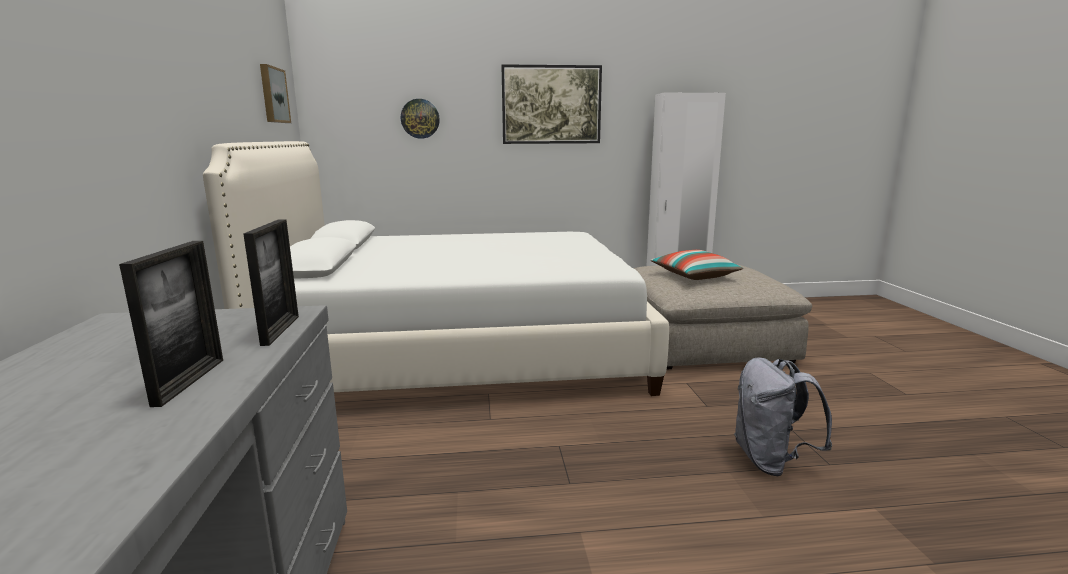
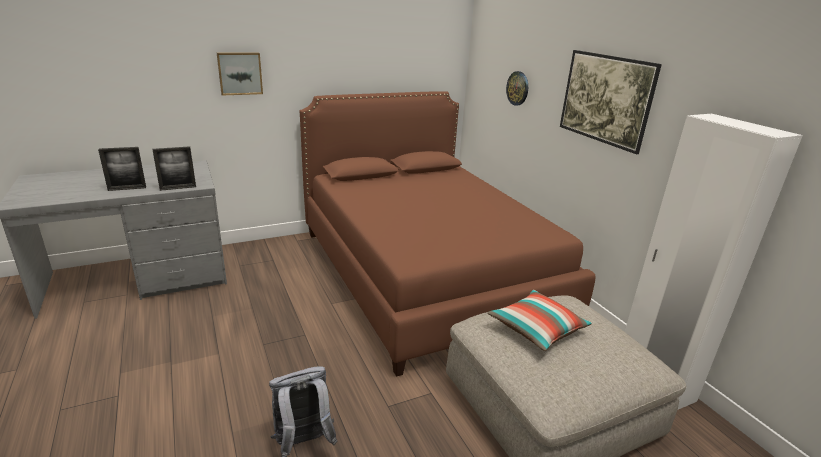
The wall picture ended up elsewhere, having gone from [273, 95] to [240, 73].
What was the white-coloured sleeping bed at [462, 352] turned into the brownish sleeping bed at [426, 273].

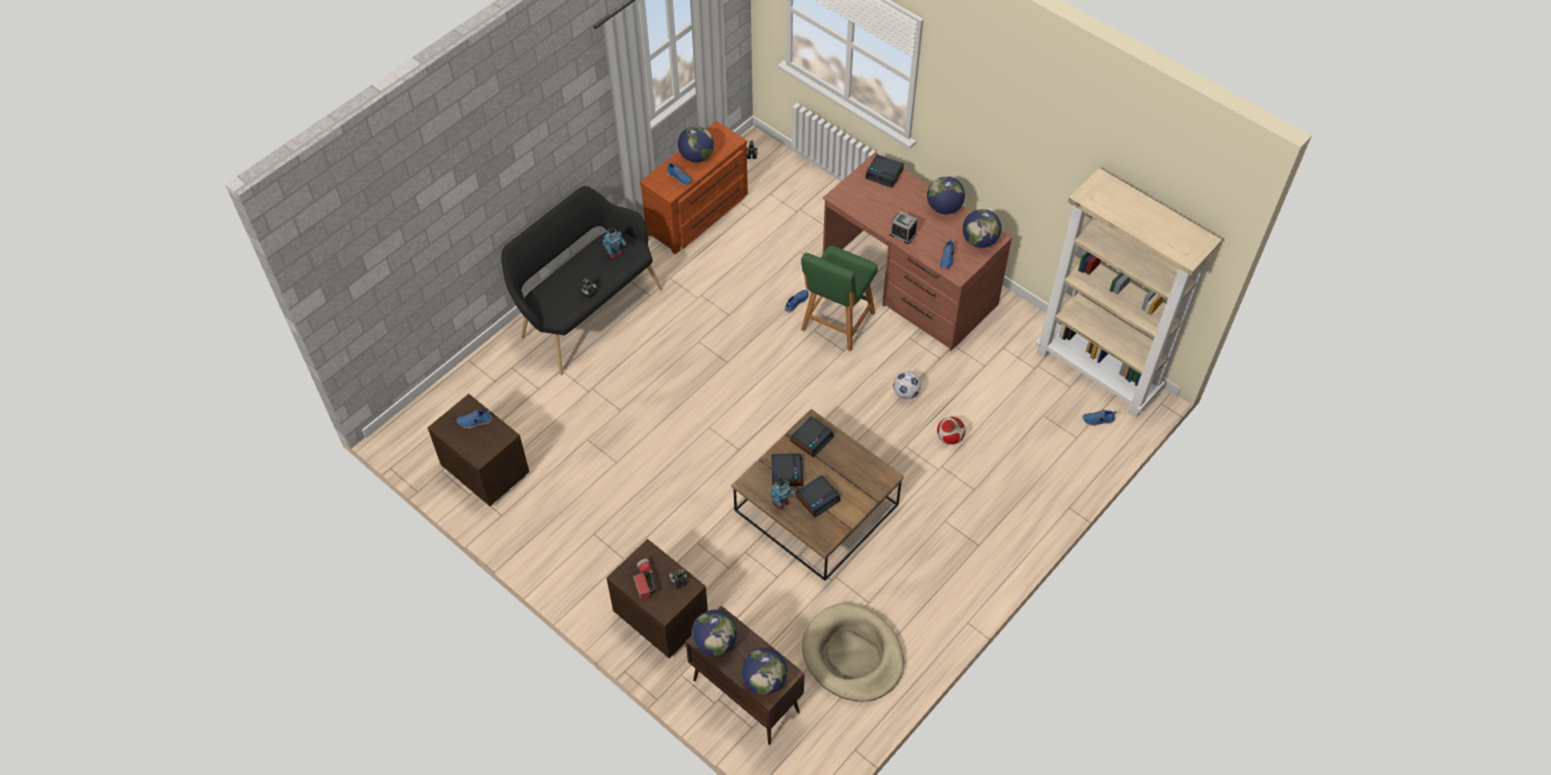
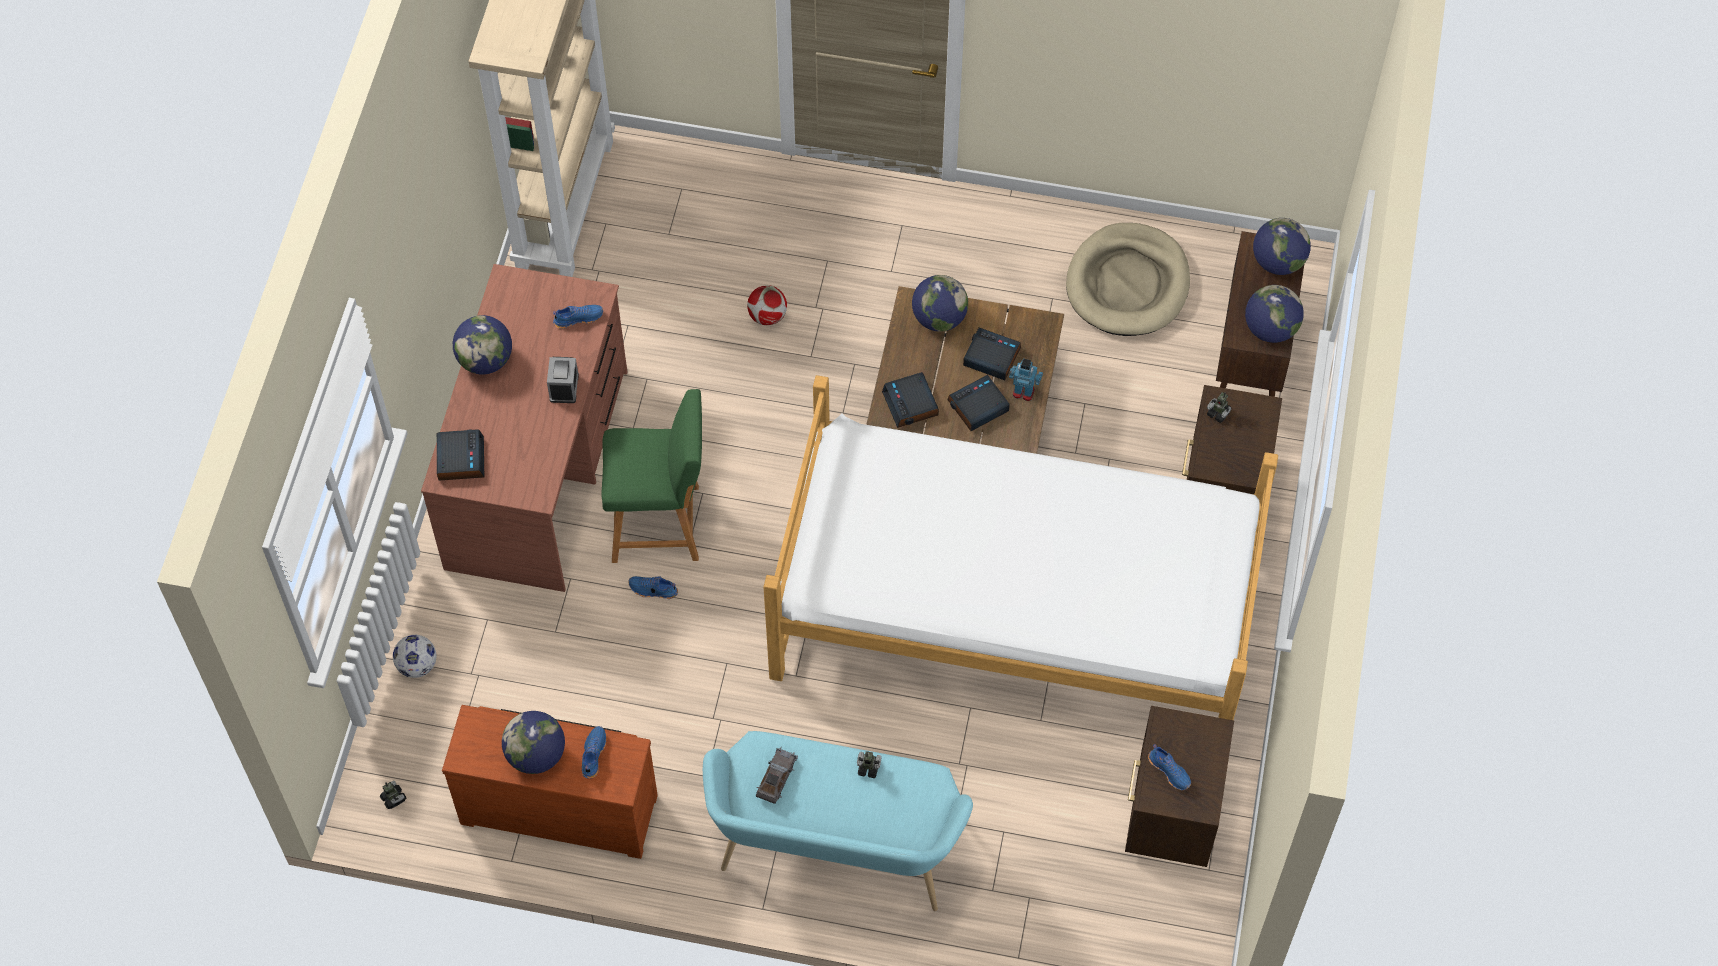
The football ball ended up elsewhere, having gone from [905, 392] to [417, 665].
What was the blackish indoor bench at [586, 311] turned into the blue-green indoor bench at [835, 853].
Where the model robot stood at [614, 253], the gray toy car came to stand at [777, 777].
The second view gained the sleeping bed at [1015, 616].
The alarm clock at [811, 439] ended up facing another way, 120 degrees counterclockwise from before.
The desk globe ended up elsewhere, having gone from [979, 241] to [939, 318].
The second view lost the flashlight at [645, 581].
The second view lost the blue-coloured low shoe at [1098, 420].

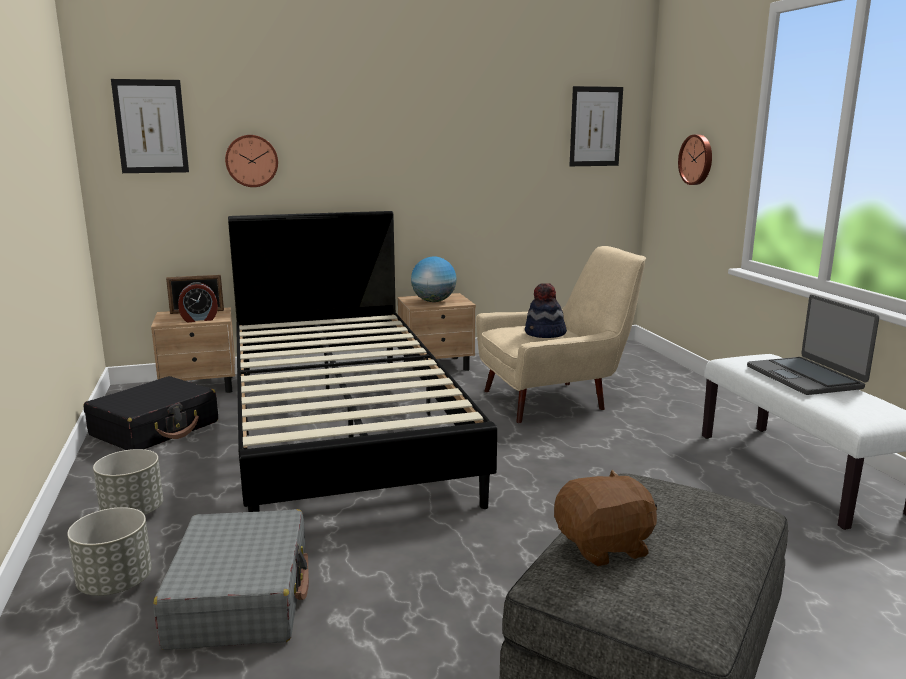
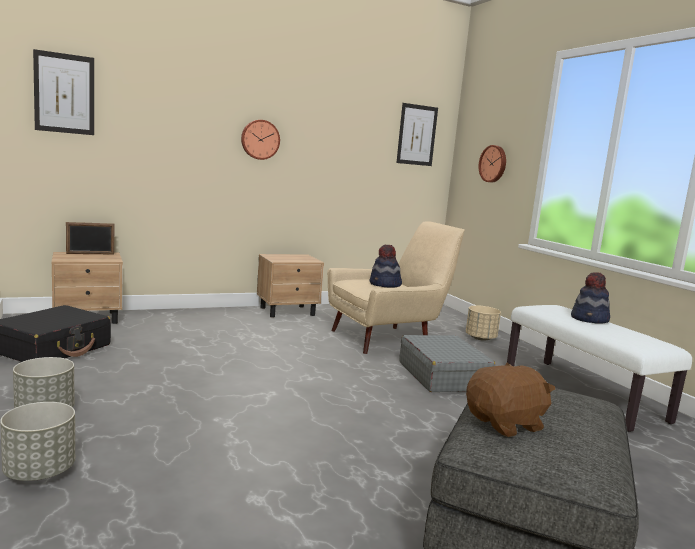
The hanging clock ended up elsewhere, having gone from [251, 161] to [260, 139].
The gray travel case ended up elsewhere, having gone from [241, 597] to [442, 376].
The second view gained the beige flower pot at [480, 338].
Where the laptop stood at [805, 377], the hat came to stand at [590, 319].
The second view lost the alarm clock at [199, 319].
The second view lost the blackish sleeping bed at [341, 427].
The second view lost the desk globe at [434, 301].

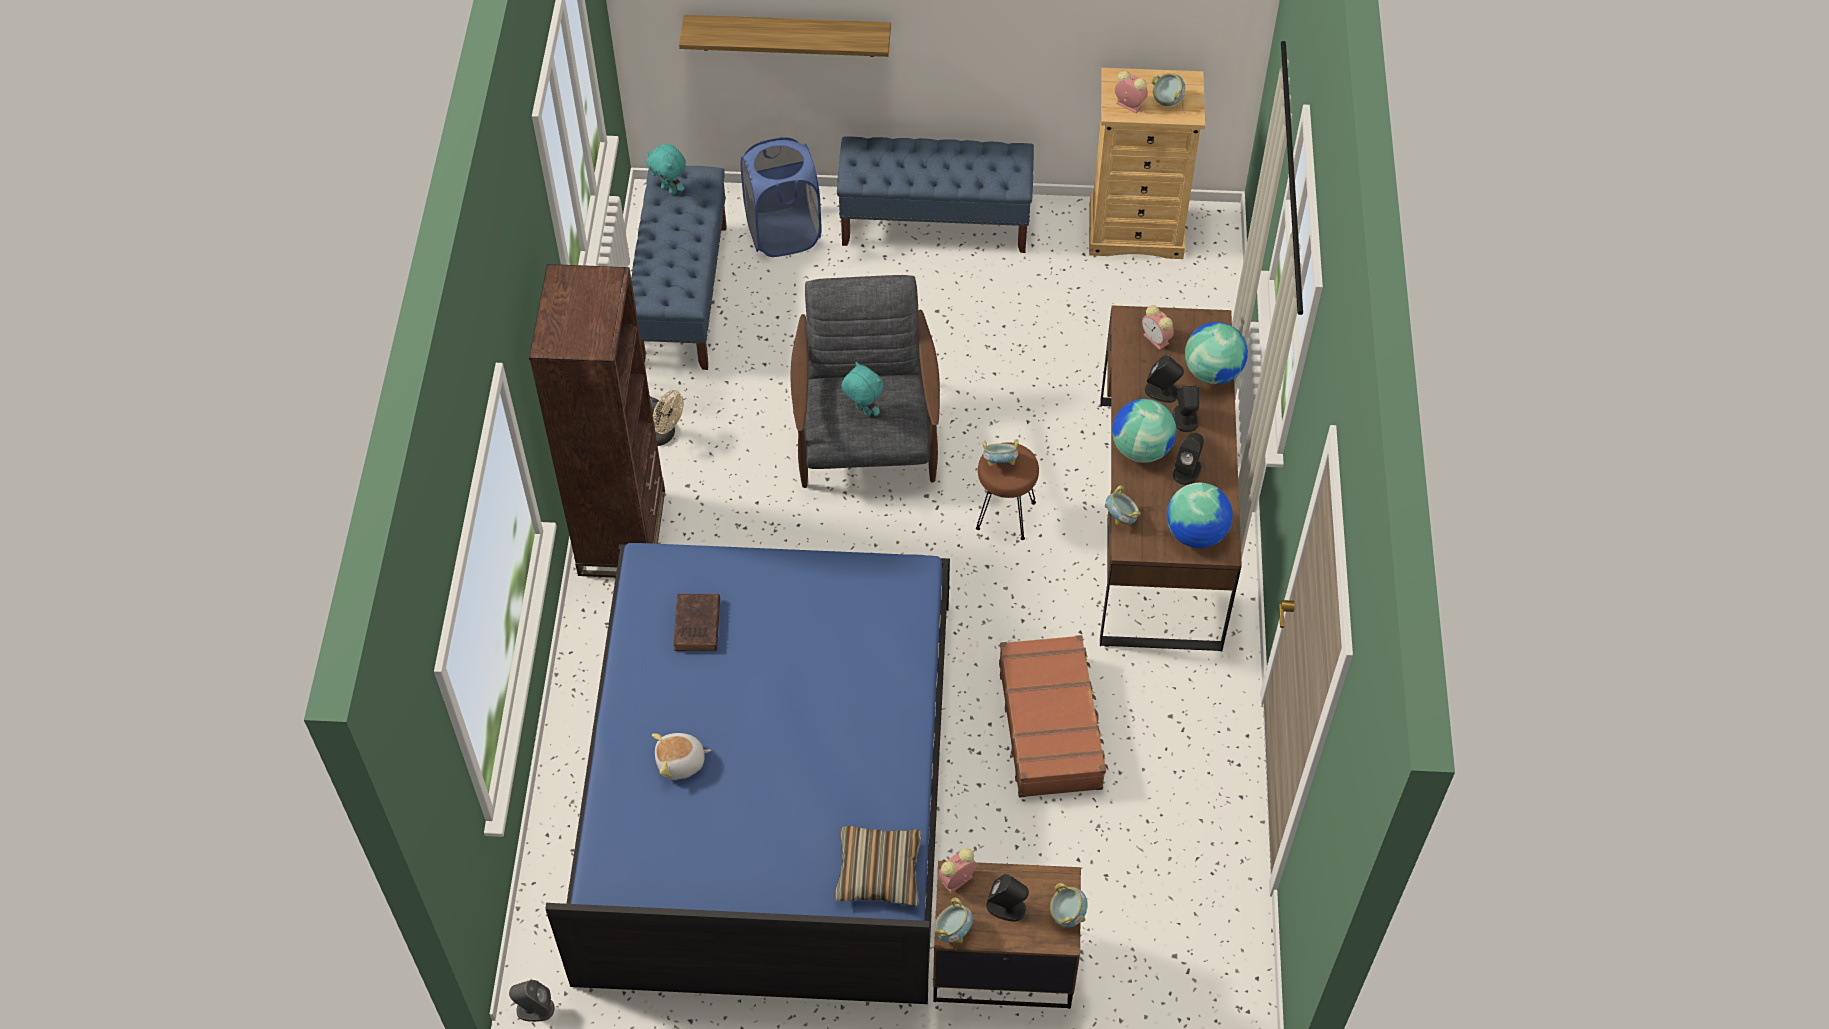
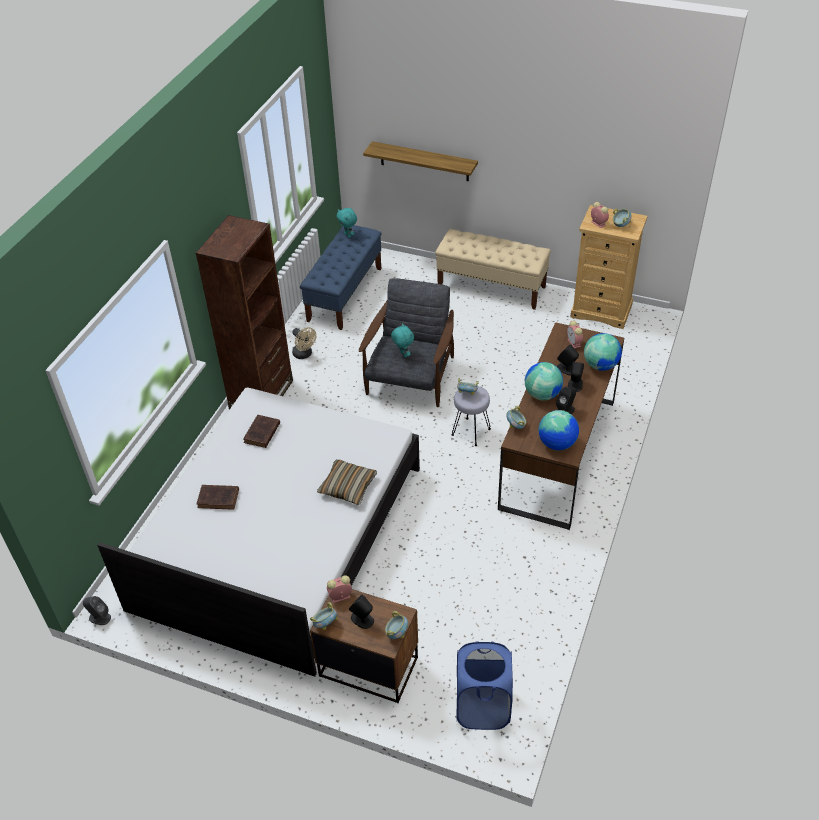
What was the blue-coloured sleeping bed at [770, 786] turned into the white-coloured sleeping bed at [280, 537].
Where the soft toy stood at [681, 763], the brownish volume came to stand at [219, 498].
The pillow ended up elsewhere, having gone from [878, 871] to [348, 487].
What was the blue-coloured indoor bench at [935, 223] turned into the beige indoor bench at [492, 287].
What was the brownish sitting stool at [1005, 515] turned into the gray sitting stool at [470, 431].
The blue-coloured laundry basket ended up elsewhere, having gone from [783, 233] to [482, 707].
The second view lost the brownish travel case at [1051, 725].

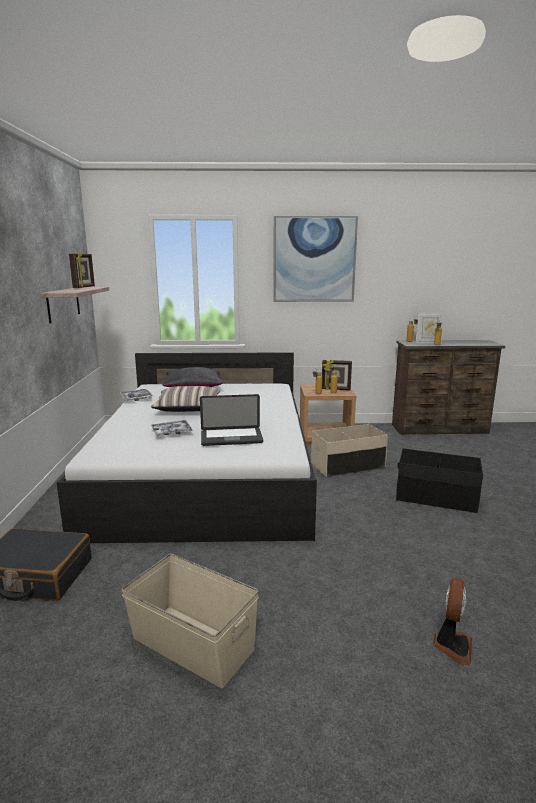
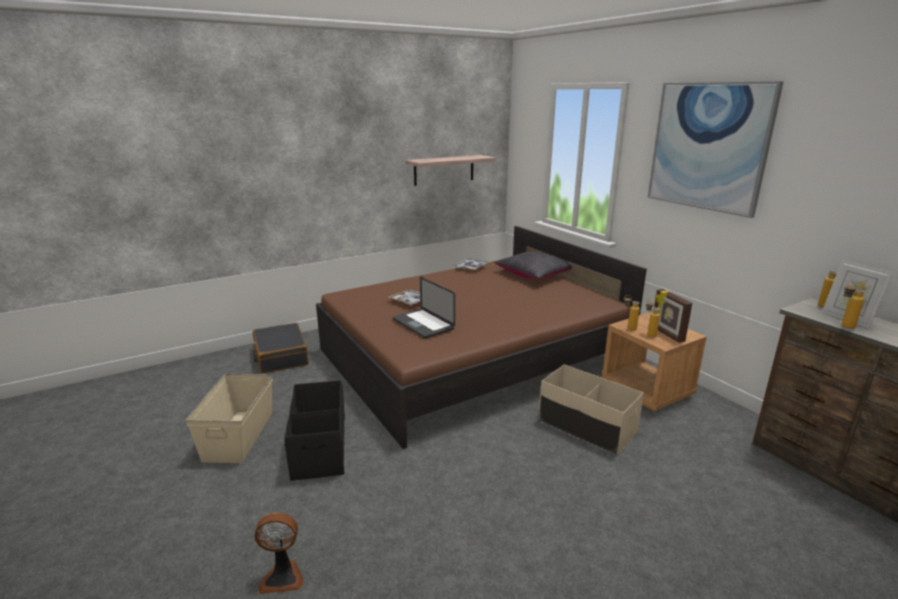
The blackish storage bin ended up elsewhere, having gone from [436, 498] to [319, 448].
What was the white-coloured sleeping bed at [206, 472] turned into the brownish sleeping bed at [472, 356].
The second view lost the photo frame at [84, 287].
The second view lost the pillow at [188, 407].

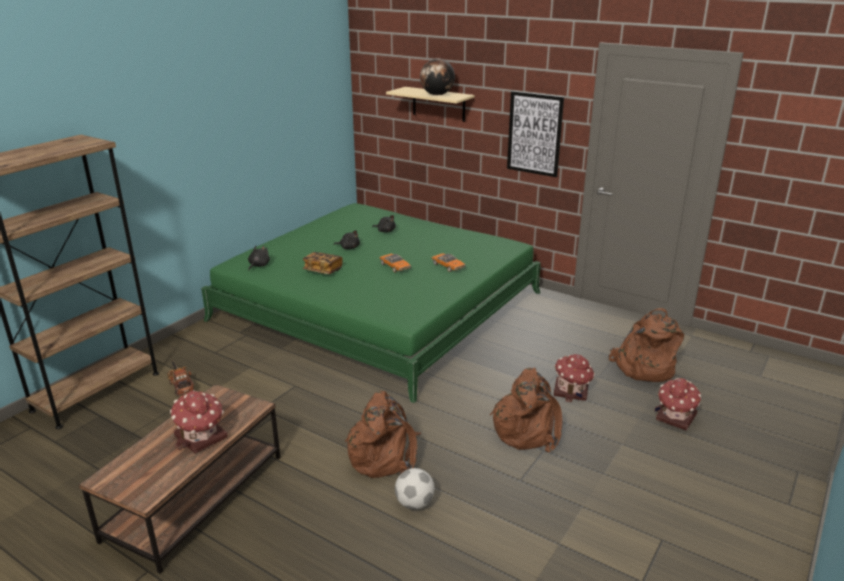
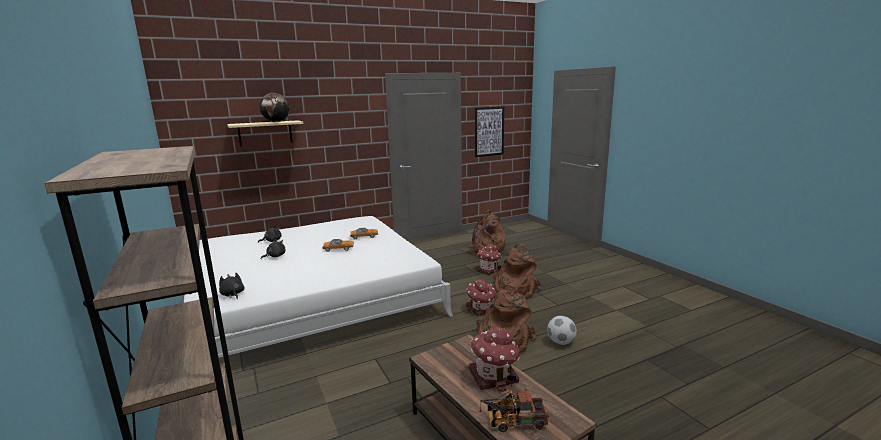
What was the green-coloured sleeping bed at [378, 306] turned into the white-coloured sleeping bed at [310, 298].
The model house ended up elsewhere, having gone from [675, 417] to [481, 309].
The wall picture ended up elsewhere, having gone from [534, 134] to [489, 131].
The toy truck ended up elsewhere, having gone from [181, 385] to [512, 422].
The second view lost the volume at [323, 270].

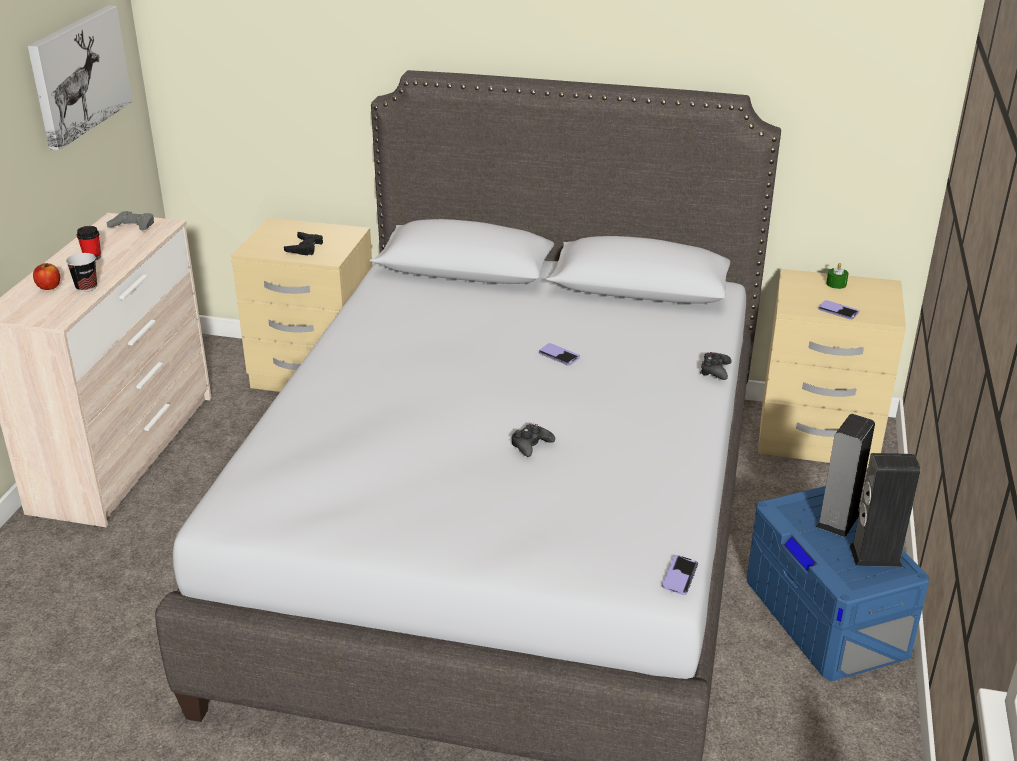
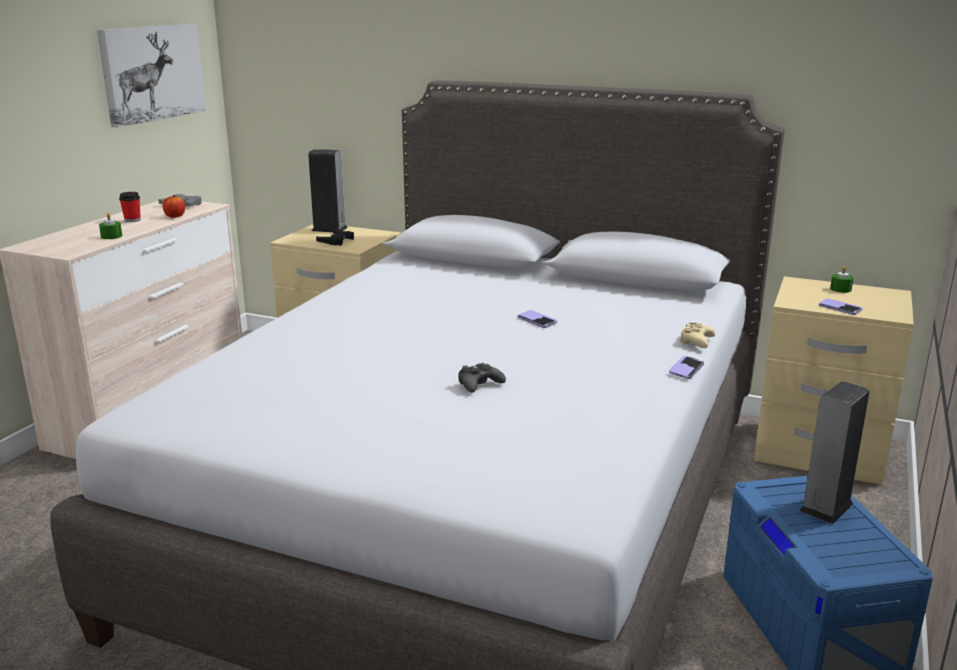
Where the drinking cup stood at [86, 287], the green-coloured wax candle came to stand at [111, 236].
The apple ended up elsewhere, having gone from [49, 287] to [175, 216].
The speaker ended up elsewhere, having gone from [875, 556] to [329, 229].
The phone ended up elsewhere, having gone from [680, 576] to [686, 369].
What was the blackish joypad at [715, 370] turned into the beige joypad at [696, 341].

